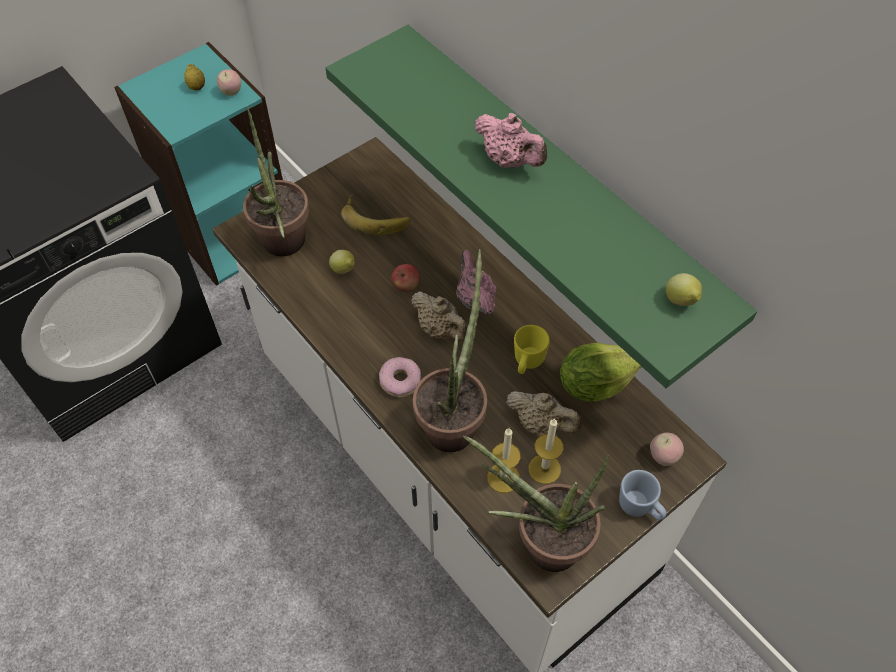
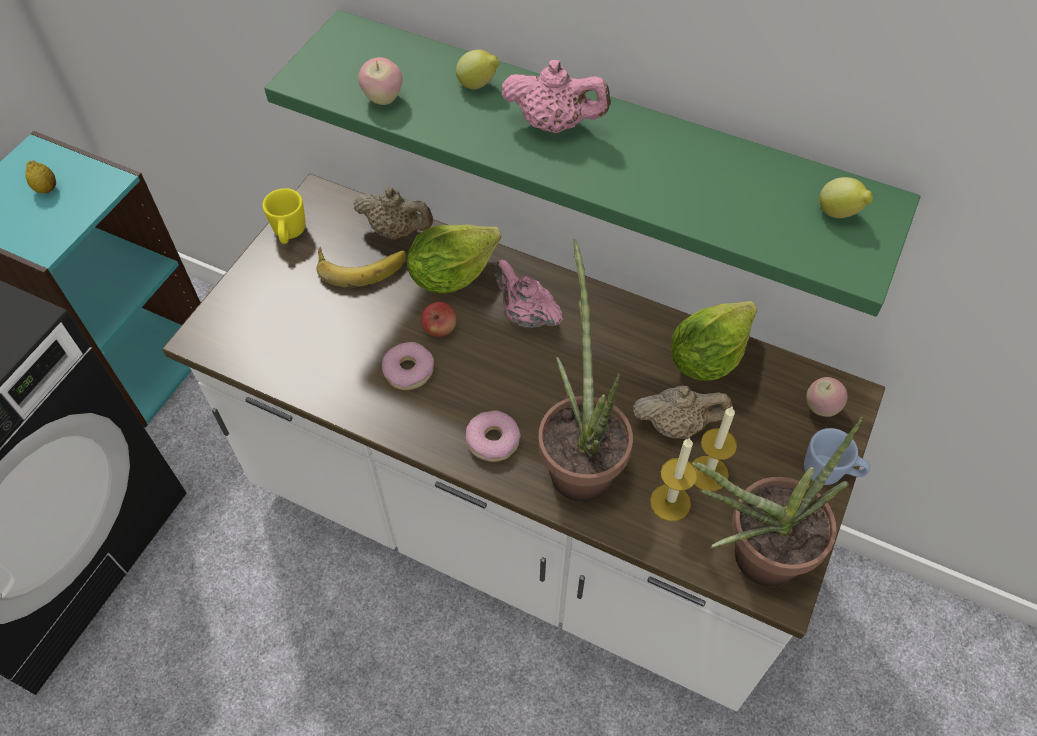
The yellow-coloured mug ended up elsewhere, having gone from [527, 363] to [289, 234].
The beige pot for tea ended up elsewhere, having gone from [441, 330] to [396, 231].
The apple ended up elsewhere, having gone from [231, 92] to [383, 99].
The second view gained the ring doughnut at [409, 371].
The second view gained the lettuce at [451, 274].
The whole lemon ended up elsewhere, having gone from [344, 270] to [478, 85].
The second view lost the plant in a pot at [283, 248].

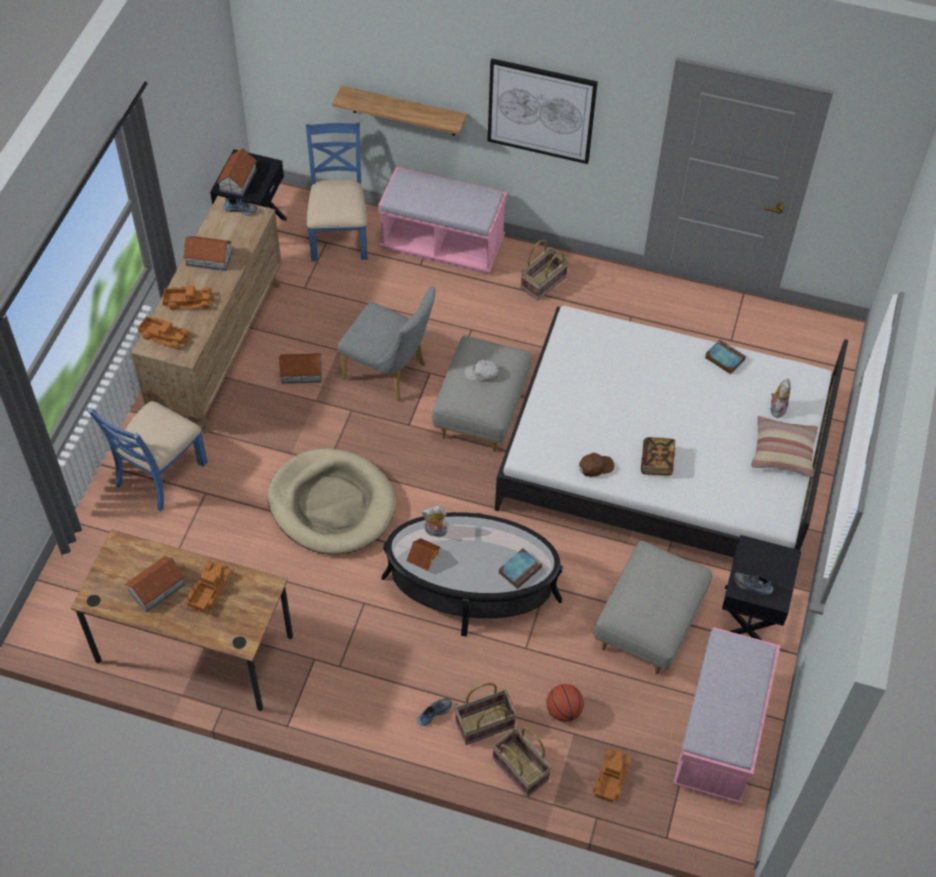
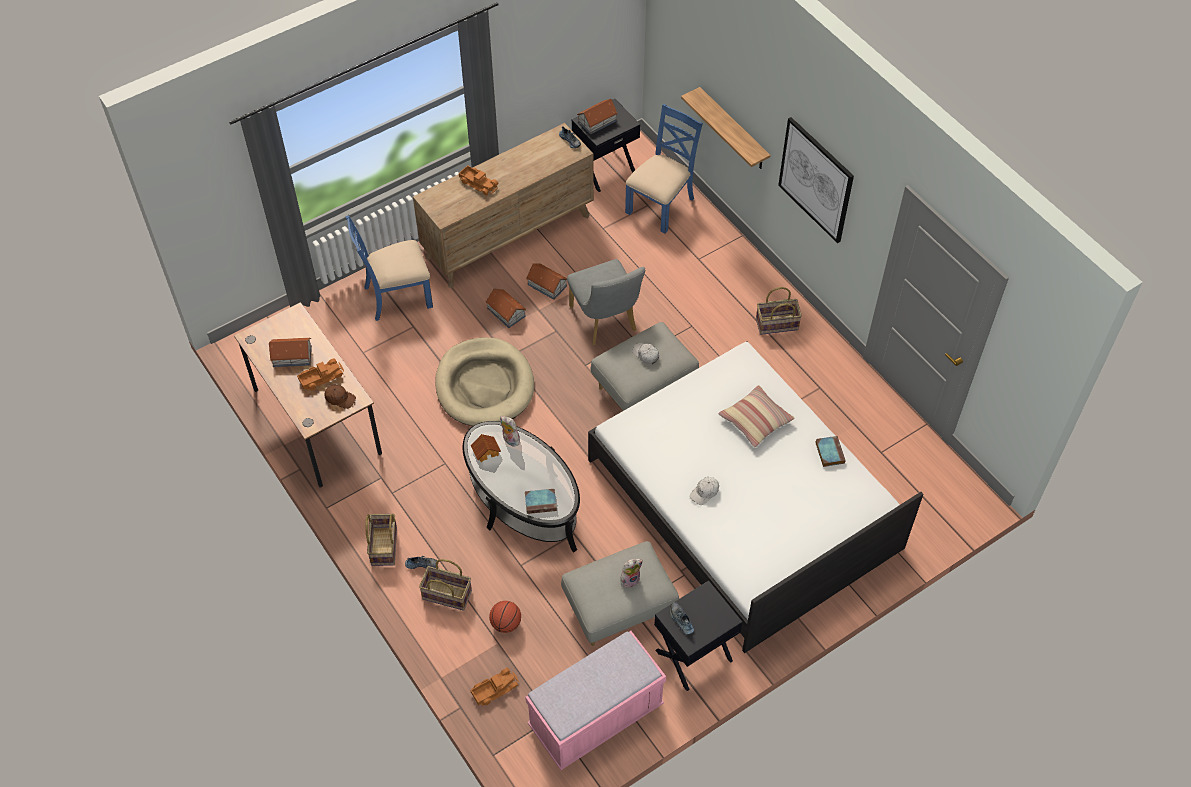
The brownish baseball cap ended up elsewhere, having gone from [595, 467] to [340, 398].
The storage basket ended up elsewhere, having gone from [521, 768] to [385, 546].
The model house ended up elsewhere, having gone from [209, 258] to [506, 312].
The soft toy ended up elsewhere, having gone from [777, 408] to [630, 579].
Where the volume stood at [657, 462], the white-coloured baseball cap came to stand at [704, 492].
The pillow ended up elsewhere, having gone from [783, 452] to [755, 420].
The second view lost the toy truck at [165, 336].
The second view lost the pinkish indoor bench at [442, 245].

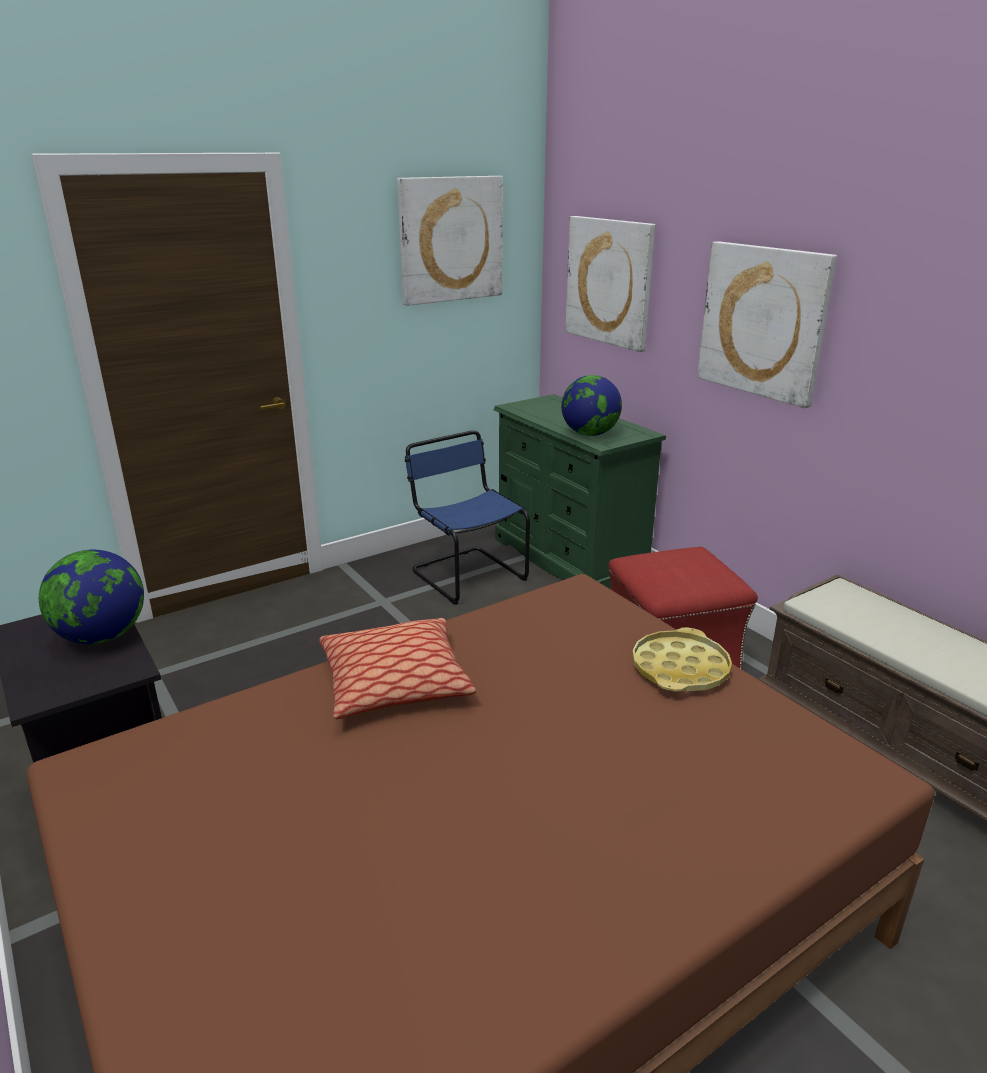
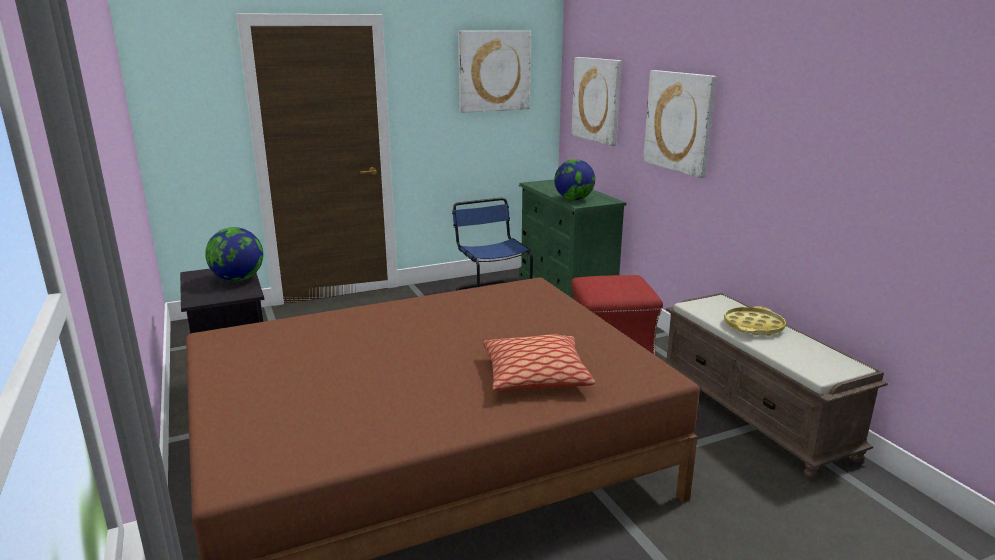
The pillow ended up elsewhere, having gone from [395, 683] to [535, 376].
The yellow-coloured carrying tray ended up elsewhere, having gone from [680, 669] to [753, 326].

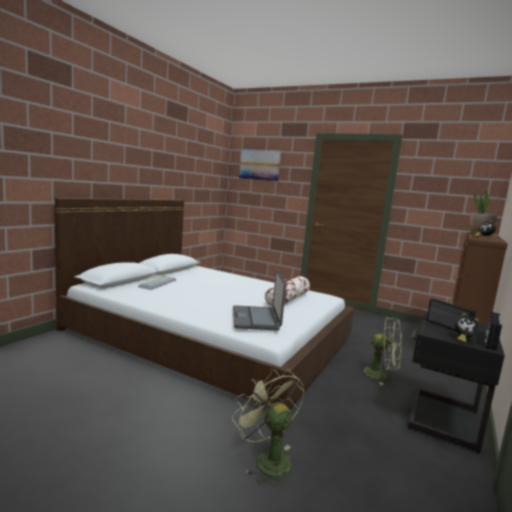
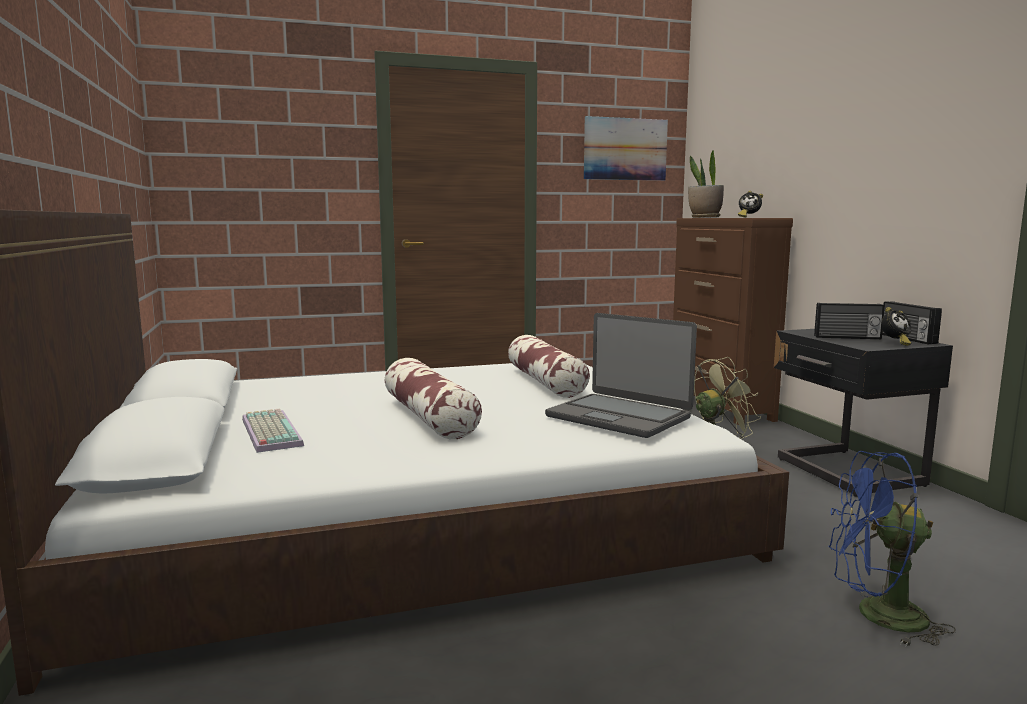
The second view gained the pillow at [429, 417].
The wall picture ended up elsewhere, having gone from [259, 165] to [625, 149].
What was the green-coloured fan at [267, 459] turned into the blue-coloured fan at [877, 616].

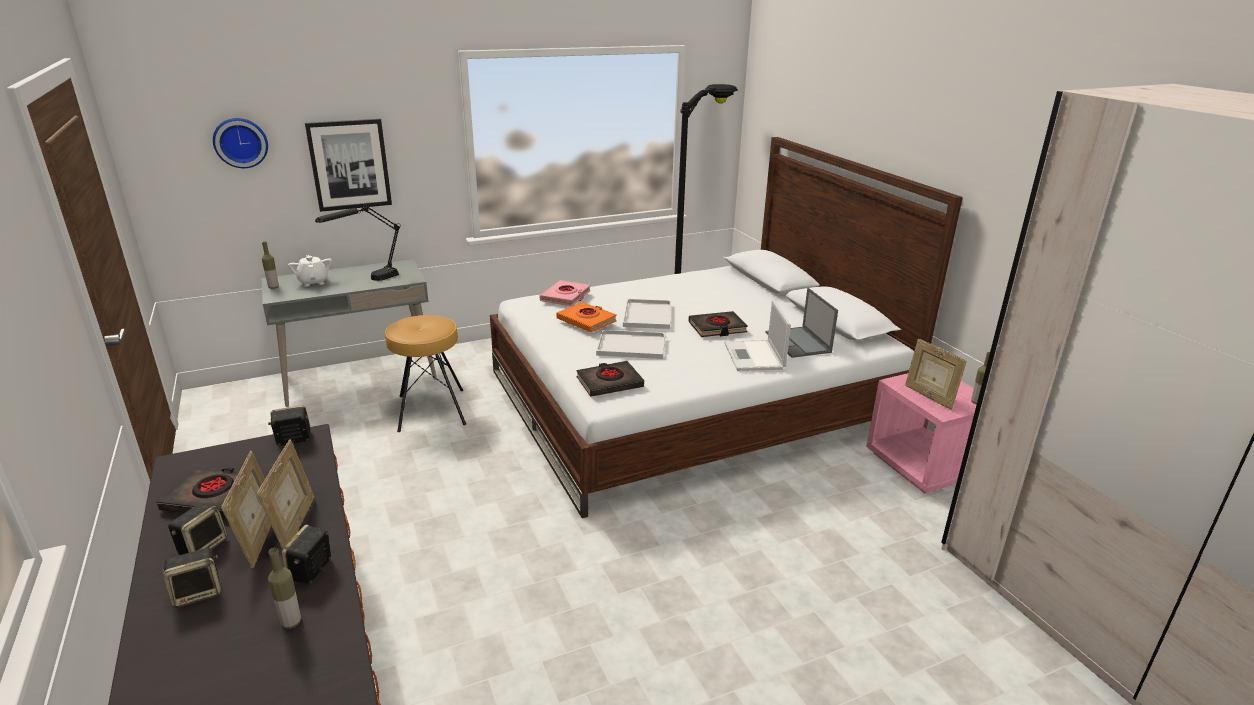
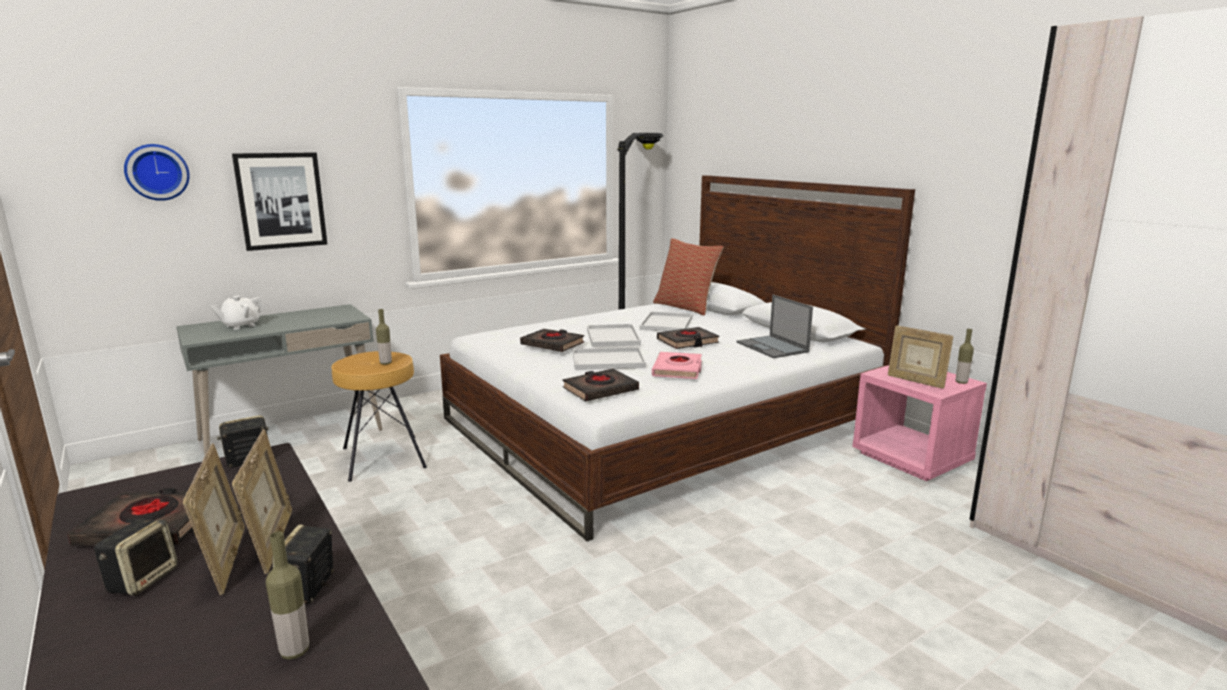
The white-coloured pot for tea at [313, 282] ended up facing another way, 105 degrees counterclockwise from before.
The beverage bottle ended up elsewhere, having gone from [273, 287] to [386, 363].
What was the orangey volume at [586, 321] turned into the blackish volume at [552, 344].
The second view gained the white-coloured carrying tray at [667, 324].
The pinkish volume ended up elsewhere, having gone from [566, 297] to [678, 370].
The second view gained the pillow at [686, 307].
The second view lost the speaker at [198, 592].
The second view lost the blackish lamp for a table at [368, 281].
The second view lost the laptop at [754, 357].

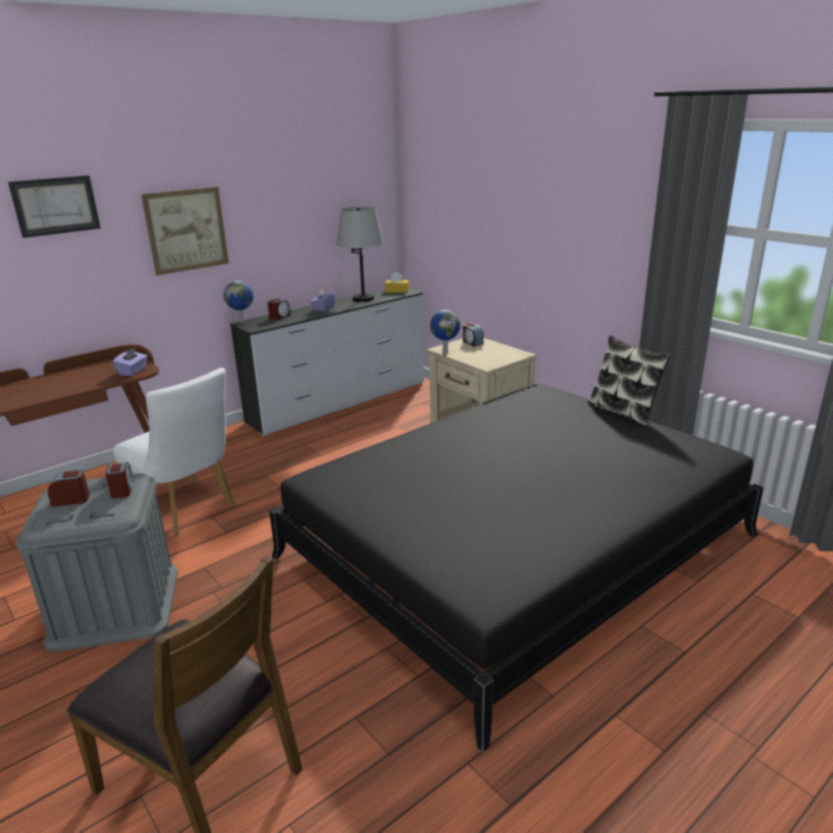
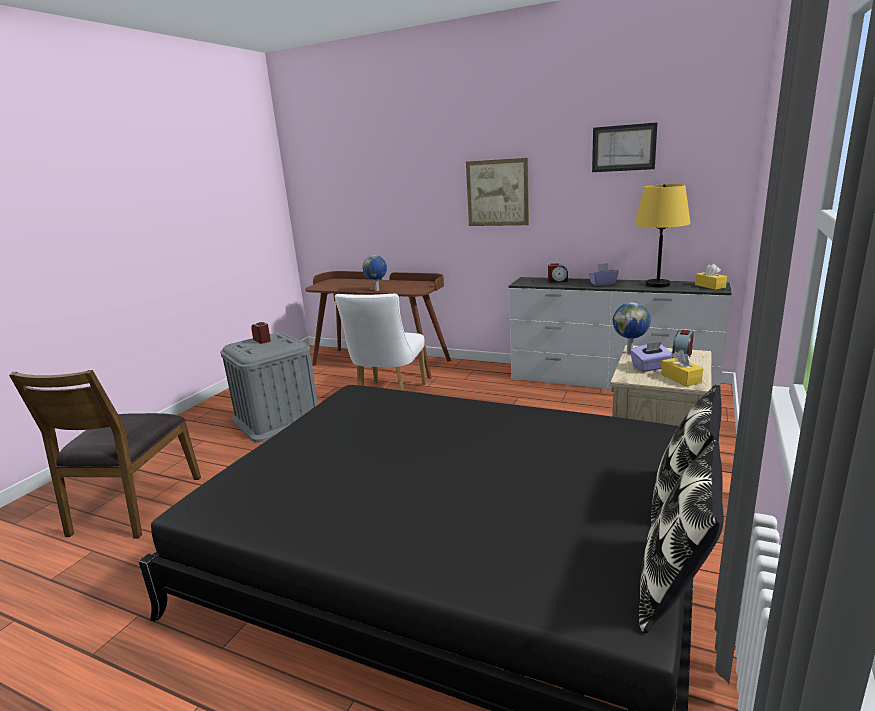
The desk globe ended up elsewhere, having gone from [242, 322] to [377, 290].
The wall picture ended up elsewhere, having gone from [56, 206] to [623, 148].
The purple-coloured box of tissues ended up elsewhere, having gone from [133, 371] to [650, 367].
What was the gray lamp for a table at [363, 299] turned into the yellow-coloured lamp for a table at [658, 284].
The second view gained the pillow at [675, 586].
The second view gained the yellow-coloured box of tissues at [680, 378].
The second view lost the alarm clock at [122, 489].

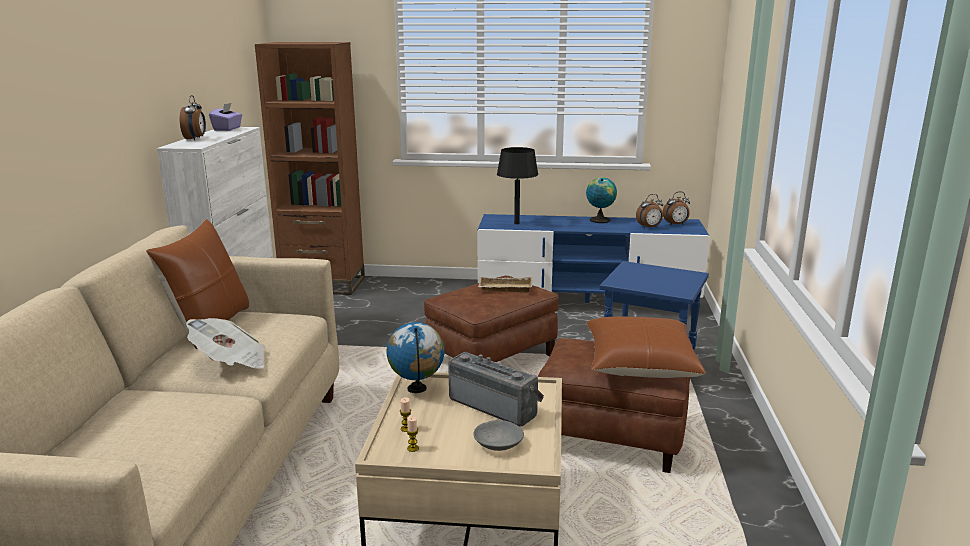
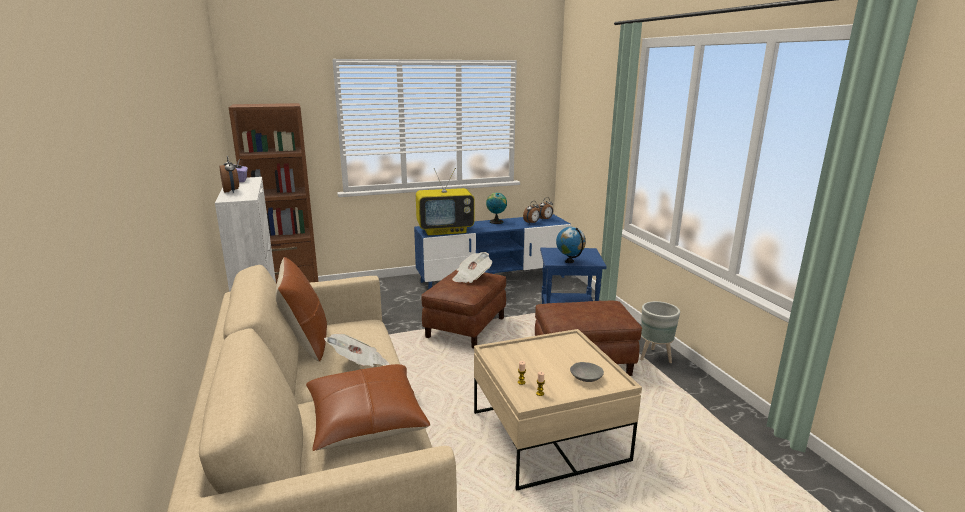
The brownish pillow ended up elsewhere, having gone from [640, 363] to [366, 420].
Where the blackish lamp for a table stood at [517, 223], the television came to stand at [445, 230].
Where the beige carrying tray stood at [504, 289], the printed paper came to stand at [471, 277].
The desk globe ended up elsewhere, having gone from [417, 389] to [569, 261].
The second view gained the gray flower pot at [655, 357].
The second view lost the radio at [495, 406].

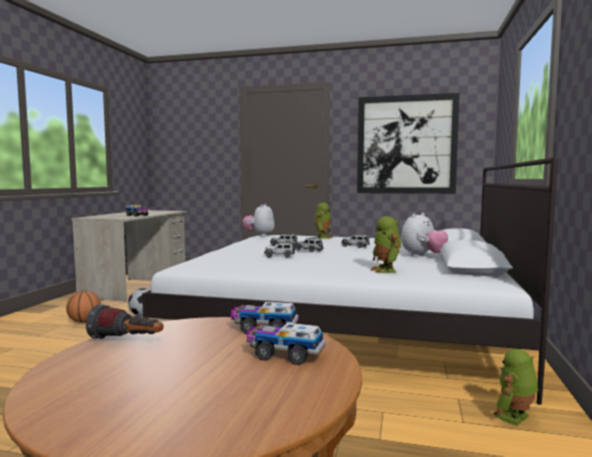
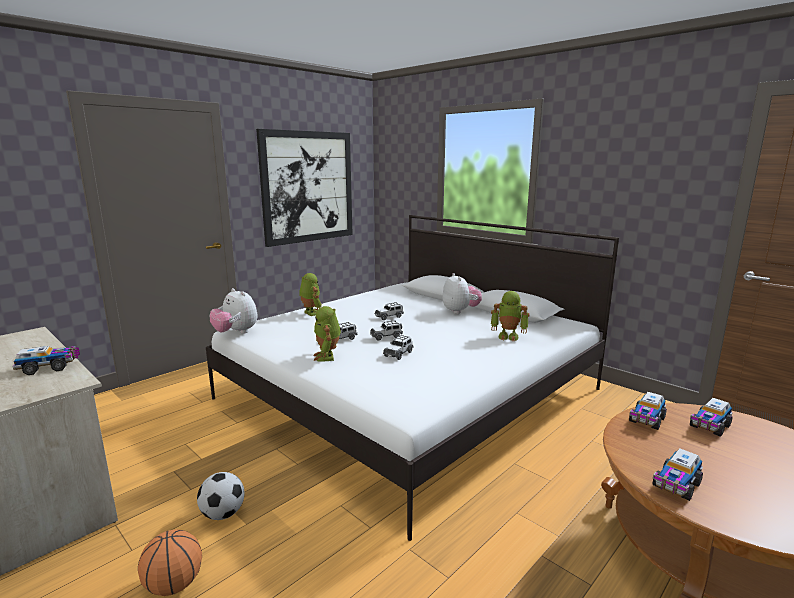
The model robot ended up elsewhere, having gone from [515, 418] to [327, 357].
Where the flashlight stood at [127, 341], the toy truck came to stand at [676, 485].

